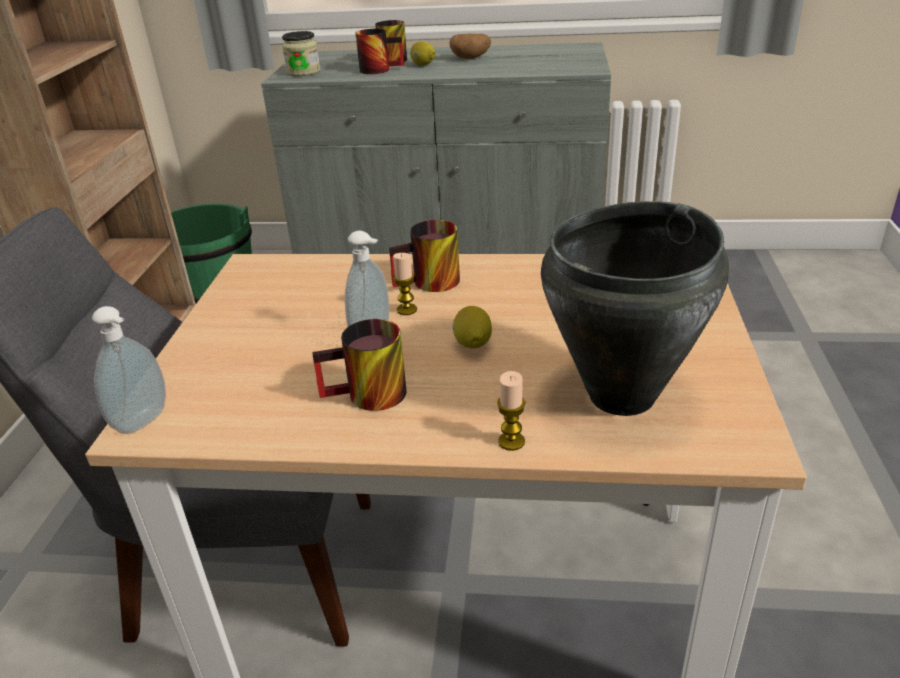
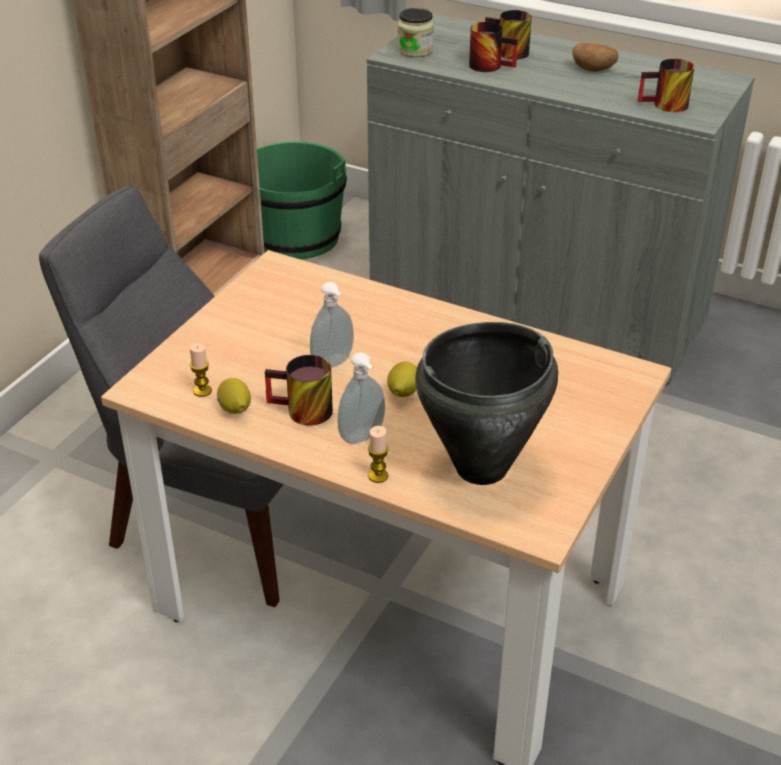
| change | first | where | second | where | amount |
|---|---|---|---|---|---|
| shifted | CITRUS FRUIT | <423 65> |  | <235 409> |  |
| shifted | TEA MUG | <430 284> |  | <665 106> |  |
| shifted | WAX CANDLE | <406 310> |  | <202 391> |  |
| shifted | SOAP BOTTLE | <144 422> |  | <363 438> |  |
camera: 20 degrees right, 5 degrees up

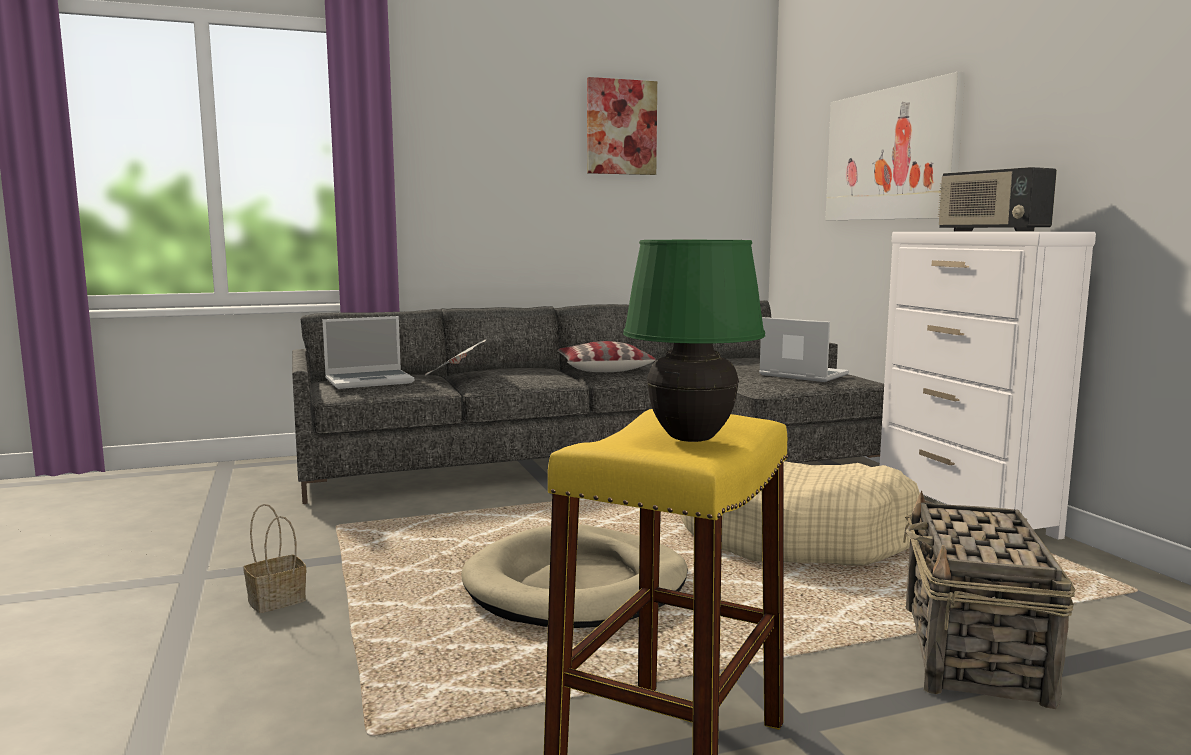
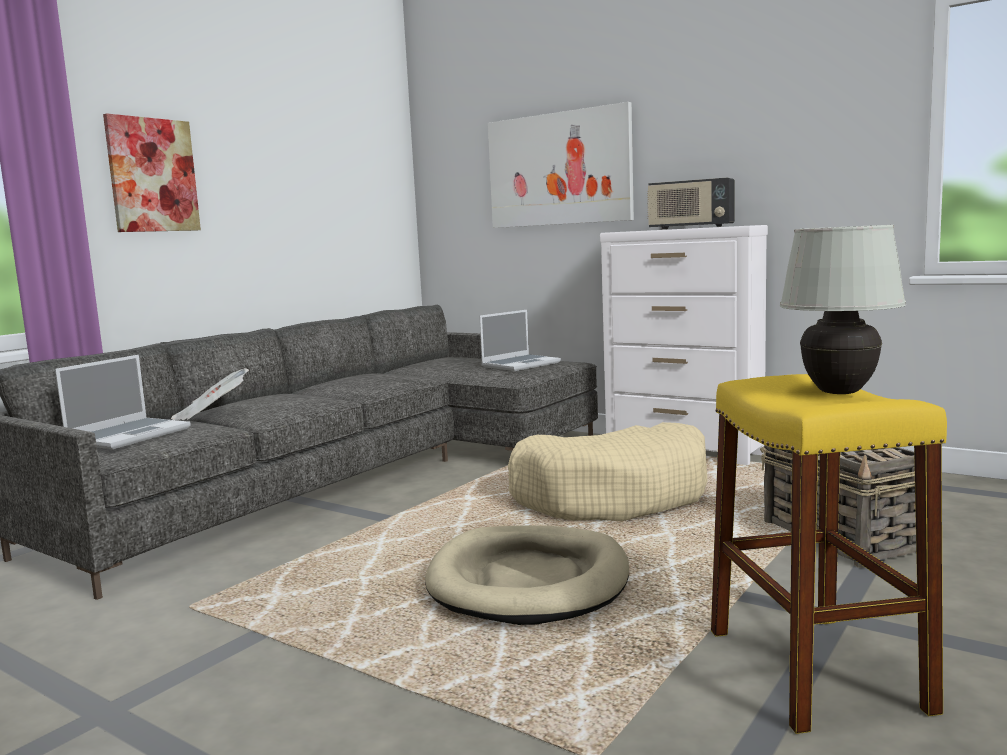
| change | first | where | second | where | amount |
|---|---|---|---|---|---|
| shifted | WALL PICTURE | <621 127> |  | <152 175> |  |
| repainted | GREEN TABLETOP LAMP | <692 439> | WHITISH TABLETOP LAMP | <839 393> |  |
| rotated | NOTEBOOK COMPUTER | <801 375> |  | <521 364> | 135 degrees clockwise |
| gone | THROW PILLOW | <603 369> |  |  |  |
| gone | HOUSEHOLD BASKET | <278 600> |  |  |  |
camera: 35 degrees left, 0 degrees up

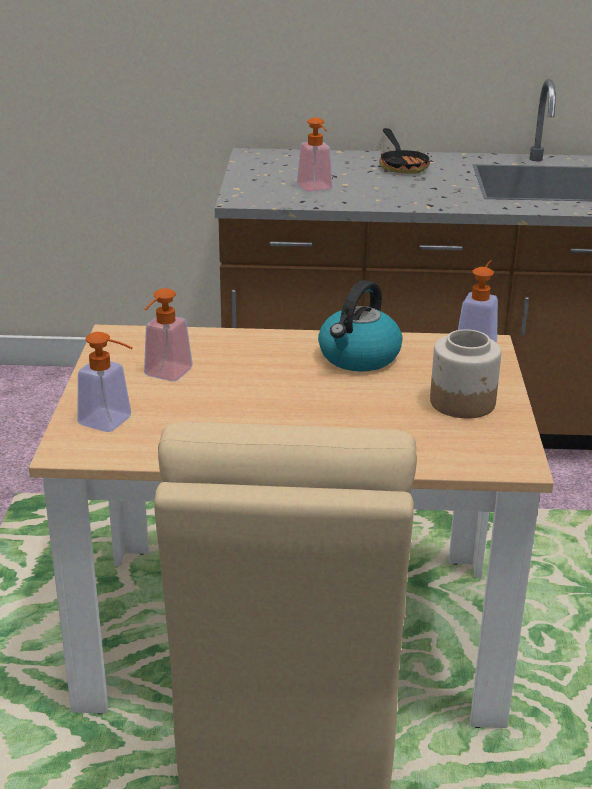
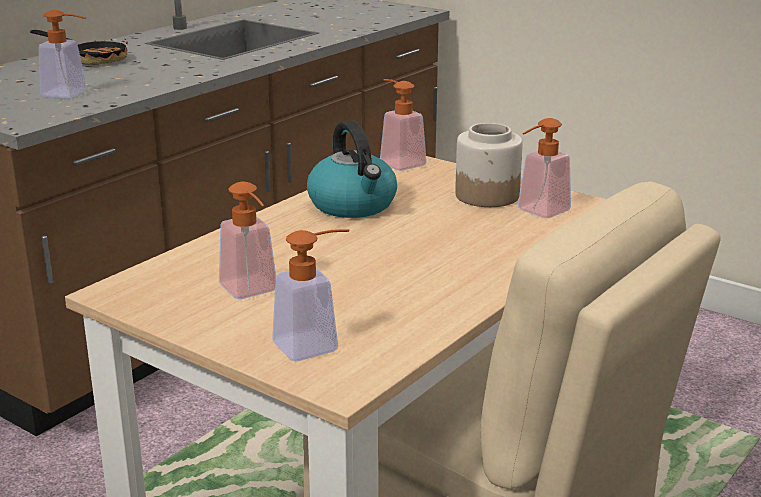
| change | first | where | second | where | amount |
|---|---|---|---|---|---|
| new |  |  | SOAP BOTTLE | <538 212> |  |
camera: 55 degrees left, 5 degrees down

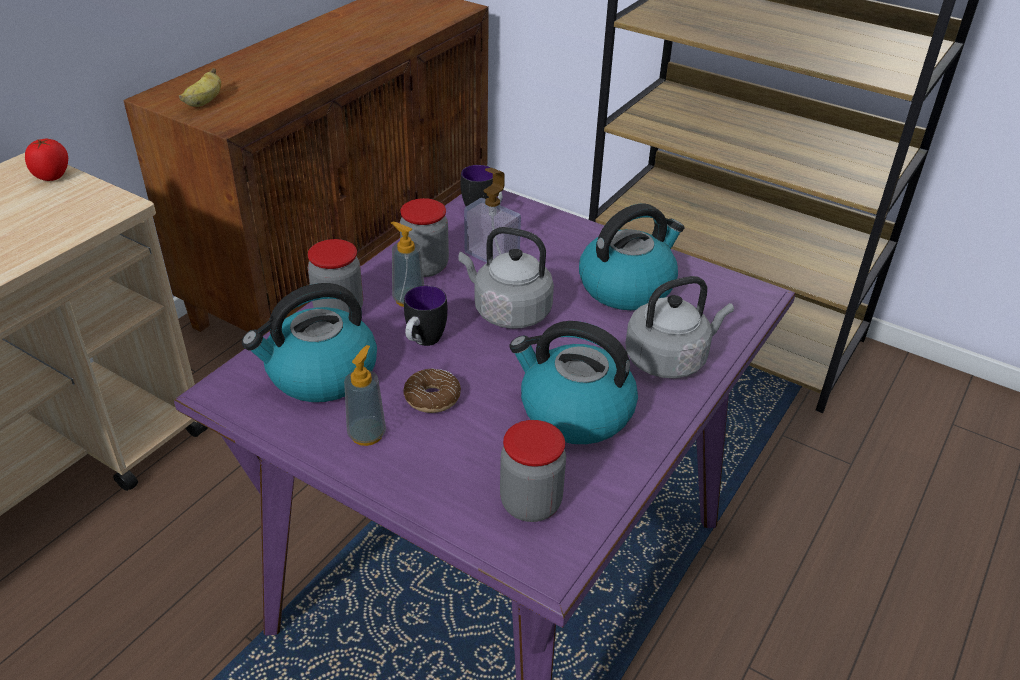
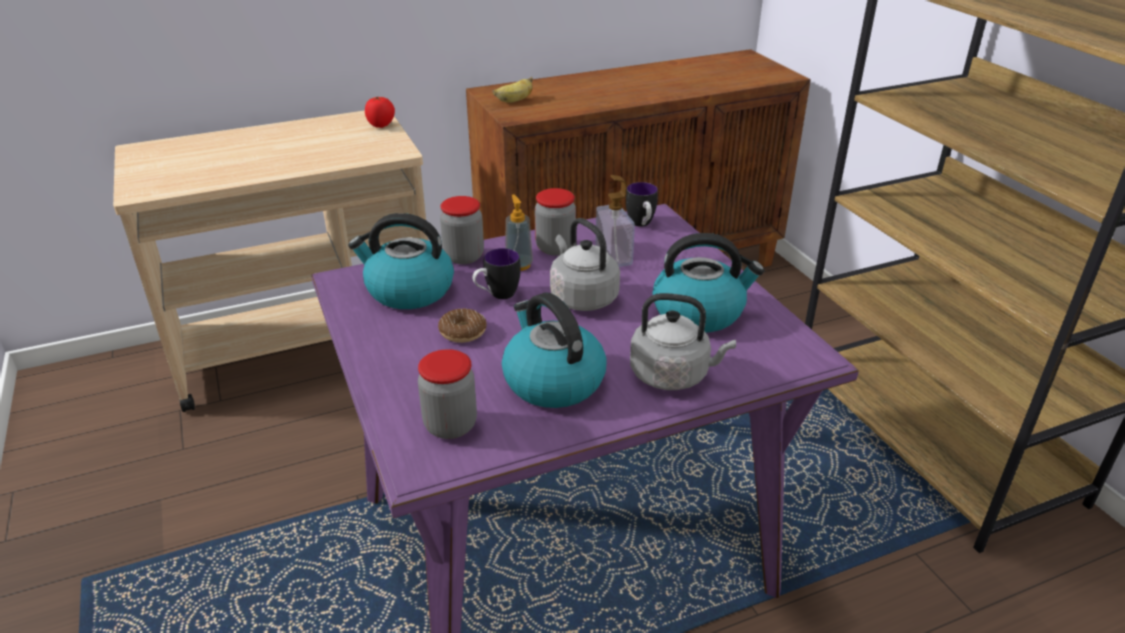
| change | first | where | second | where | amount |
|---|---|---|---|---|---|
| gone | SOAP BOTTLE | <367 434> |  |  |  |
camera: 35 degrees right, 5 degrees down

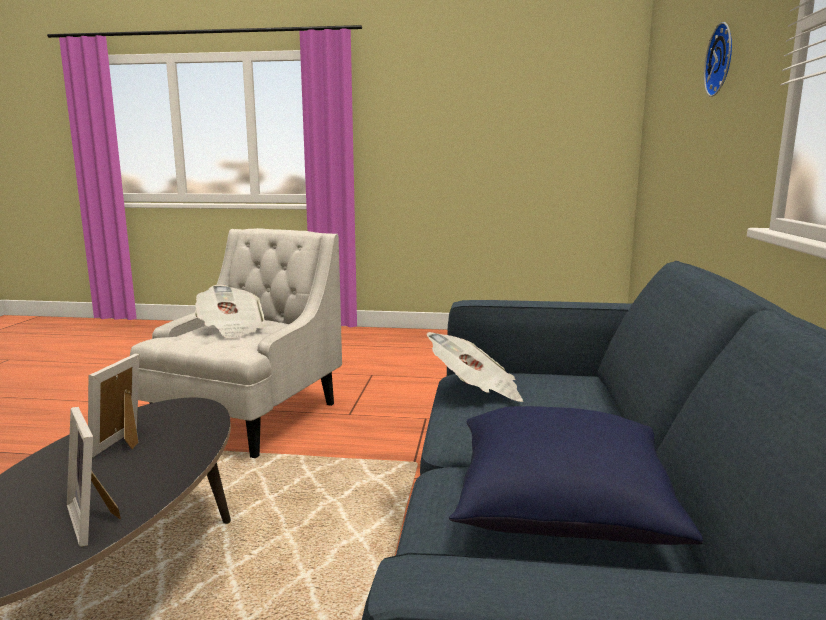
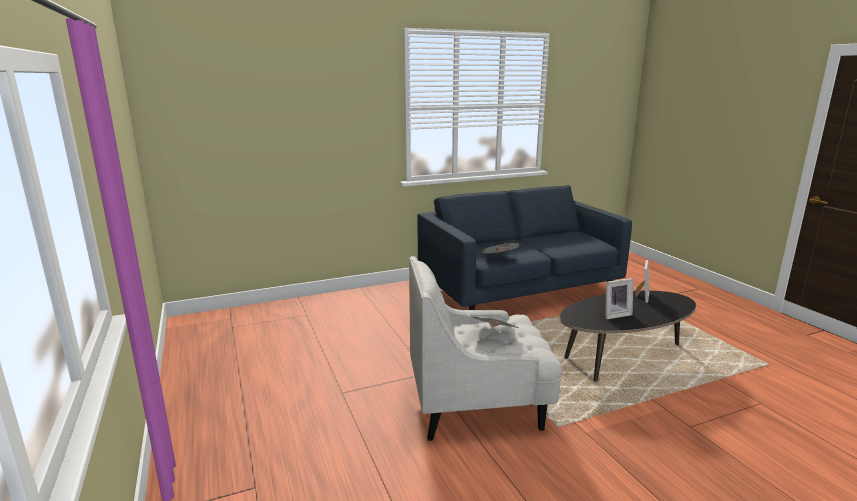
| change | first | where | second | where | amount |
|---|---|---|---|---|---|
| gone | HANGING CLOCK | <723 60> |  |  |  |
| gone | BLUE THROW PILLOW | <560 510> |  |  |  |
camera: 120 degrees left, 5 degrees up

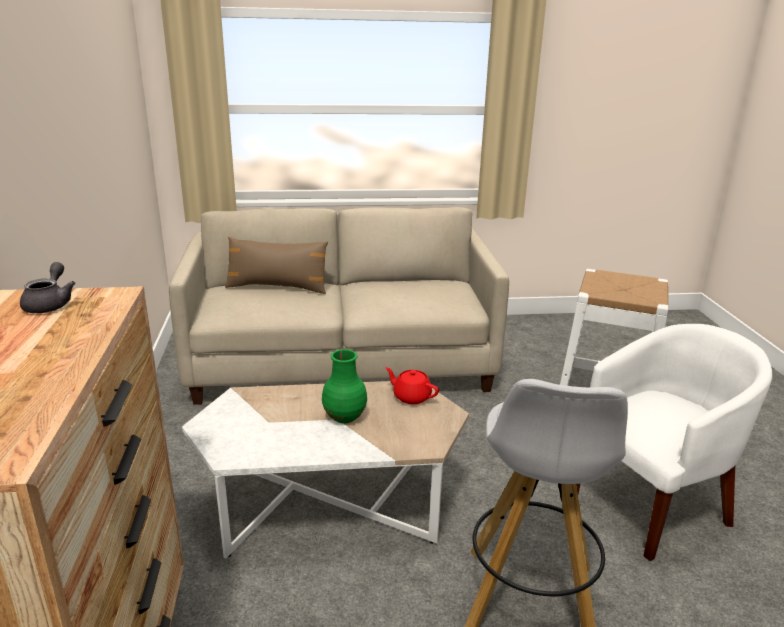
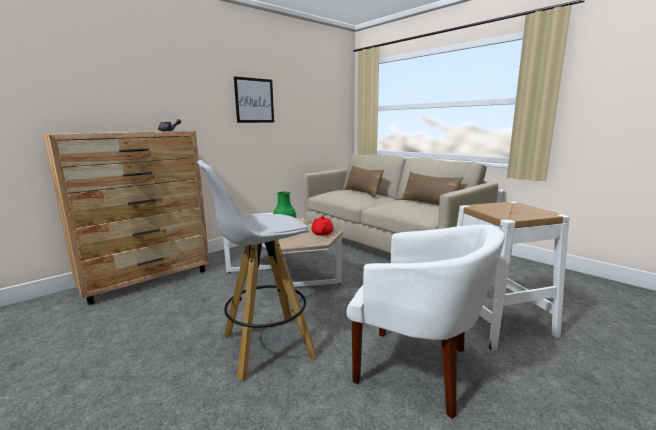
| change | first | where | second | where | amount |
|---|---|---|---|---|---|
| new |  |  | WALL PICTURE | <254 100> |  |
| new |  |  | BROWNISH THROW PILLOW | <429 204> |  |
camera: 55 degrees right, 10 degrees down

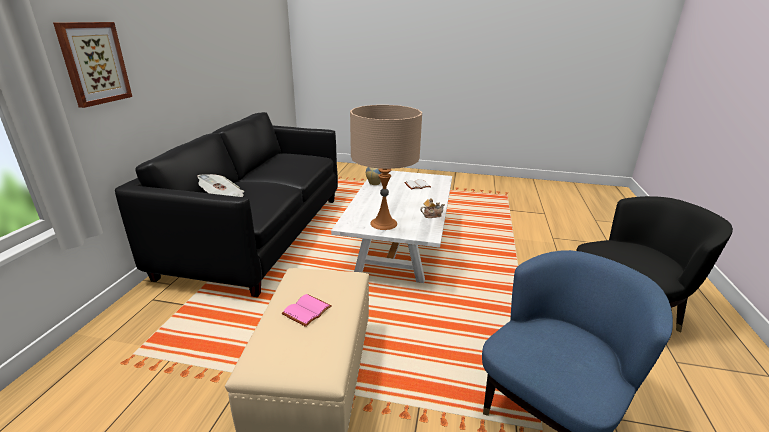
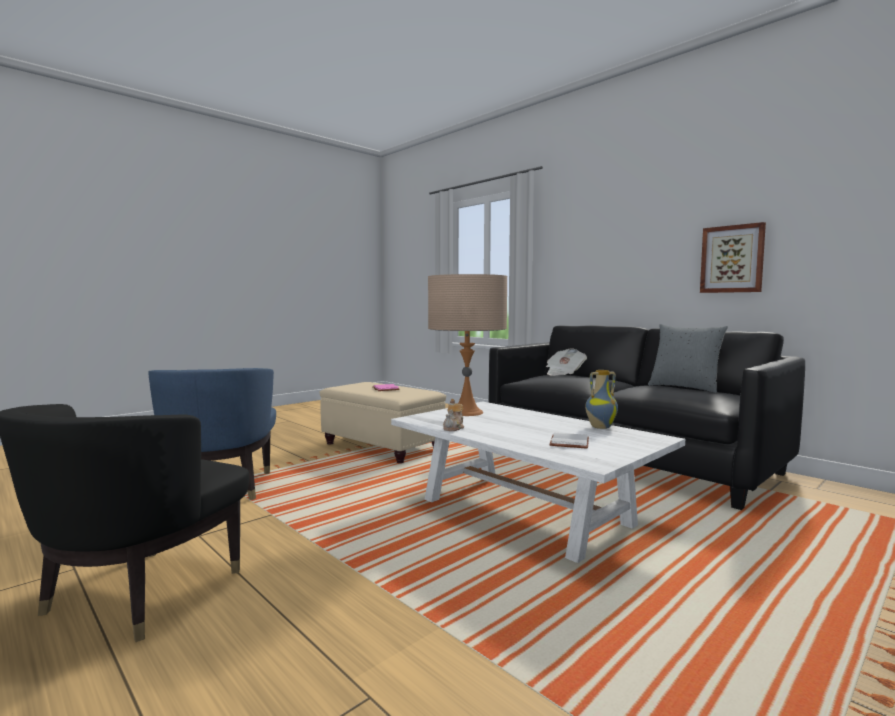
| change | first | where | second | where | amount |
|---|---|---|---|---|---|
| shifted | WALL PICTURE | <94 63> |  | <732 259> |  |
| new |  |  | GREYISH THROW PILLOW | <684 387> |  |
camera: 125 degrees right, 20 degrees down

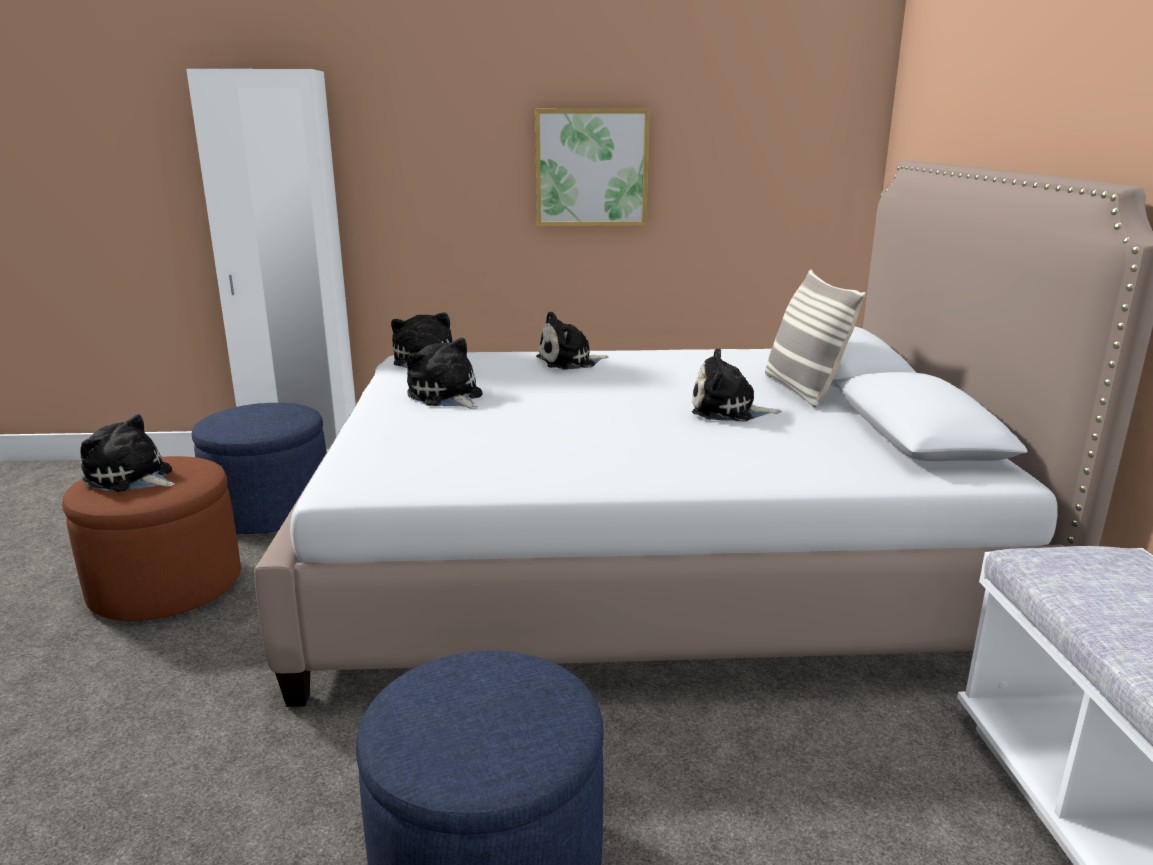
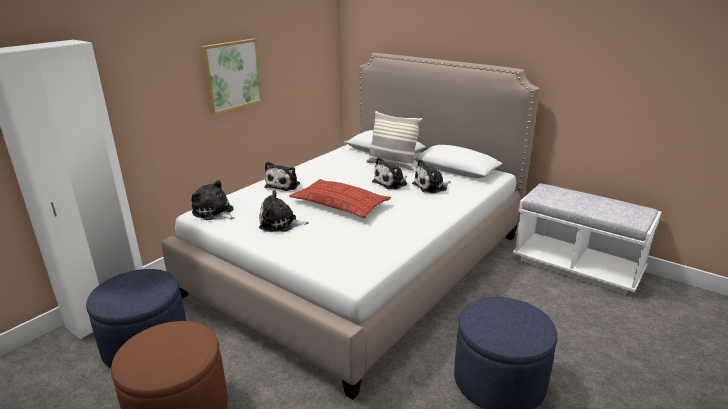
| change | first | where | second | where | amount |
|---|---|---|---|---|---|
| shifted | CUDDLY TOY | <131 478> |  | <431 187> |  |
| new |  |  | THROW PILLOW | <340 204> |  |
camera: 50 degrees left, 5 degrees up

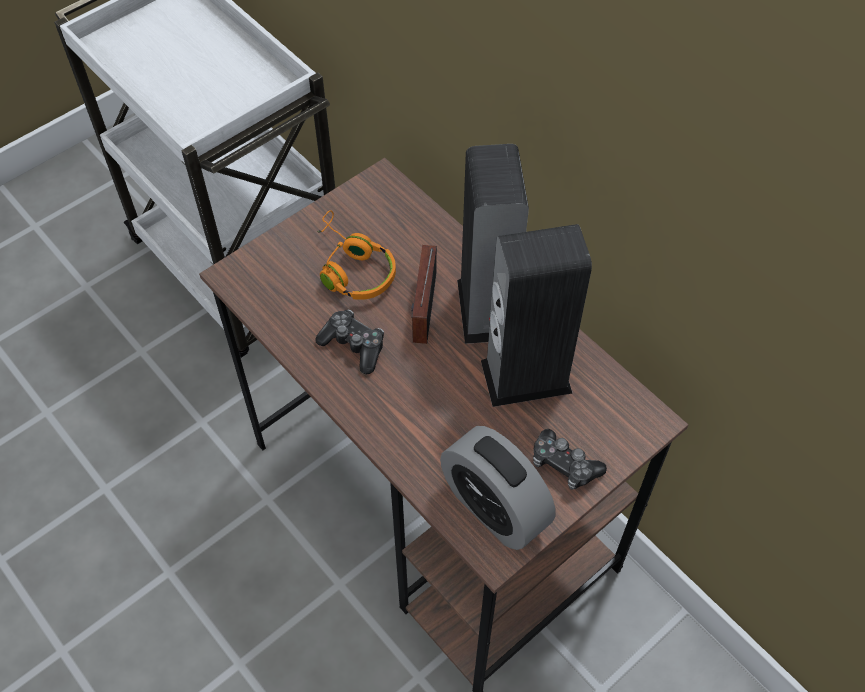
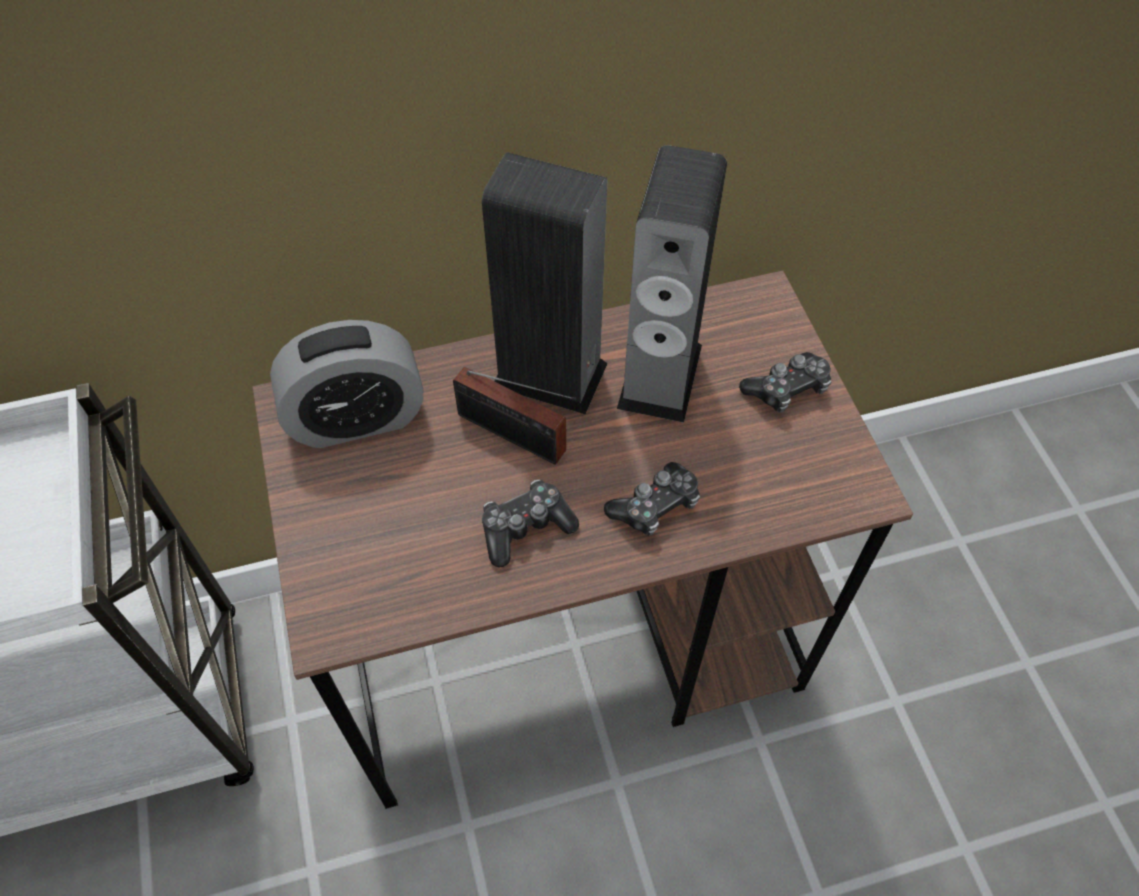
| change | first | where | second | where | amount |
|---|---|---|---|---|---|
| gone | ORANGE-COLOURED HEADPHONES | <351 268> |  |  |  |
| shifted | ALARM CLOCK | <494 507> |  | <357 419> |  |
| new |  |  | GAME CONTROLLER | <655 506> |  |
camera: 65 degrees left, 0 degrees up

